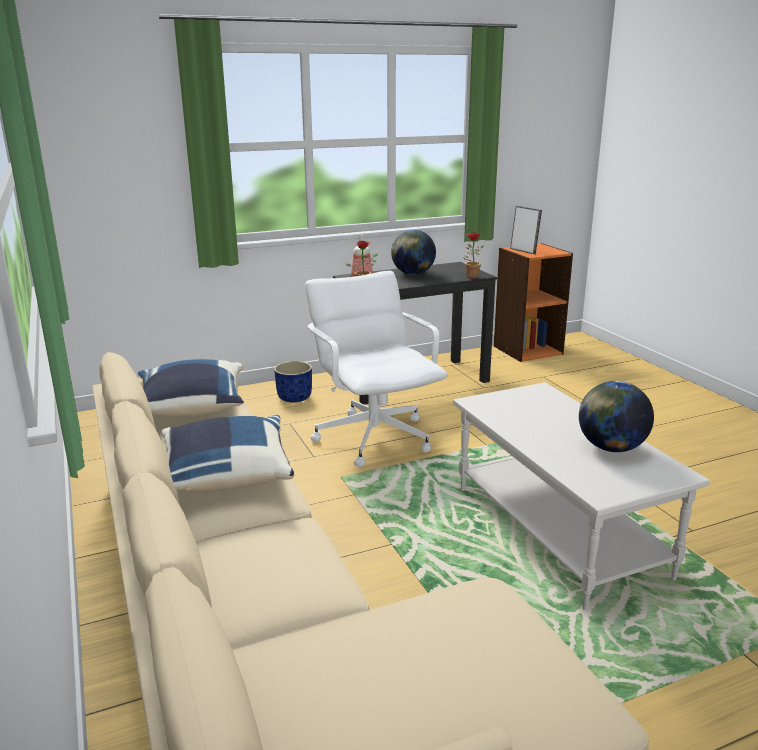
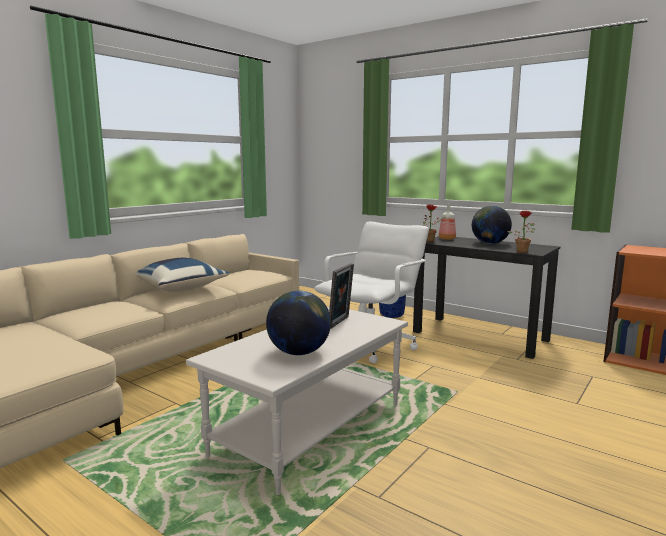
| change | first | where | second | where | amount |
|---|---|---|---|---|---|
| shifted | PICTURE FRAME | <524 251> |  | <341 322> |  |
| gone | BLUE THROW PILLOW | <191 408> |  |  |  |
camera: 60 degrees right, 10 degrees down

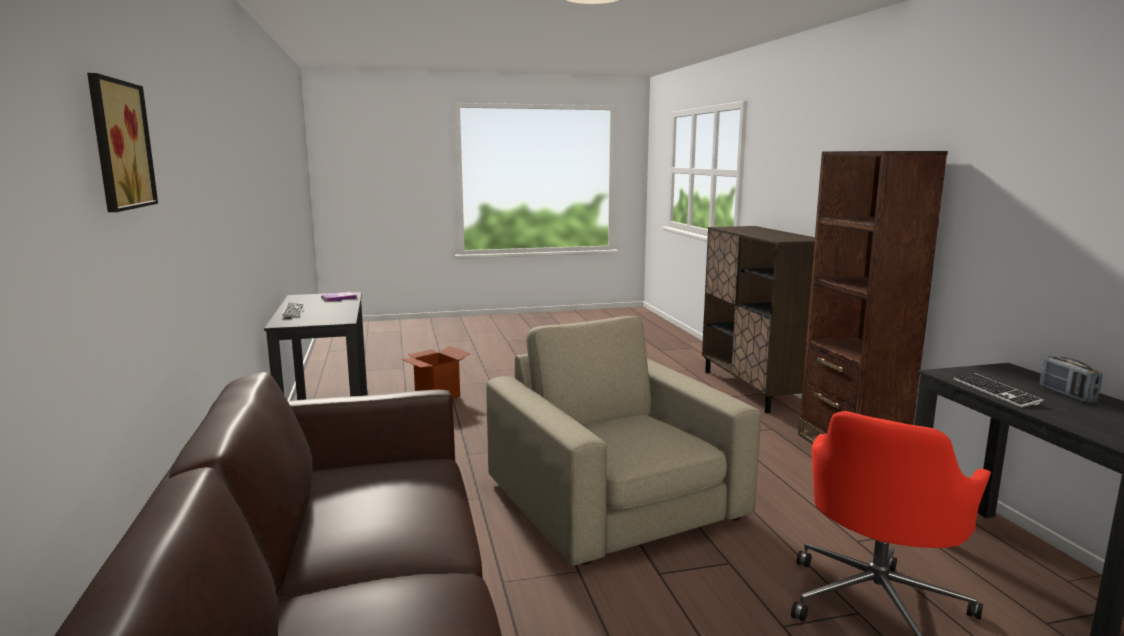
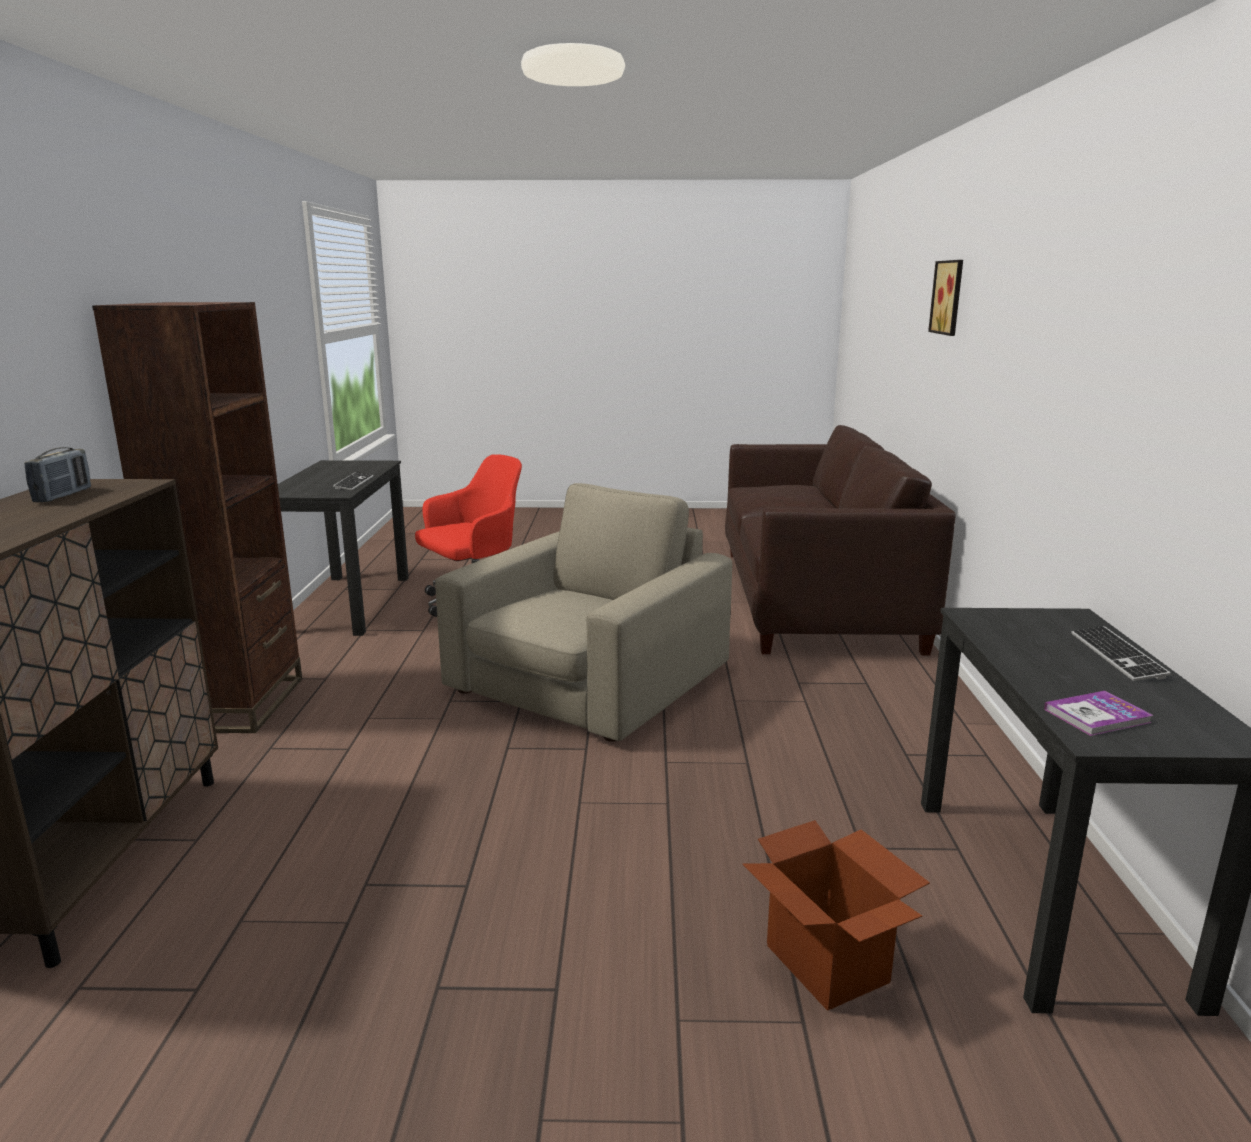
| change | first | where | second | where | amount |
|---|---|---|---|---|---|
| rotated | BEIGE-COLOURED ARMCHAIR | <616 500> |  | <589 681> | 135 degrees counterclockwise |
| shifted | RADIO RECEIVER | <1066 394> |  | <63 495> |  |
camera: 165 degrees left, 5 degrees up

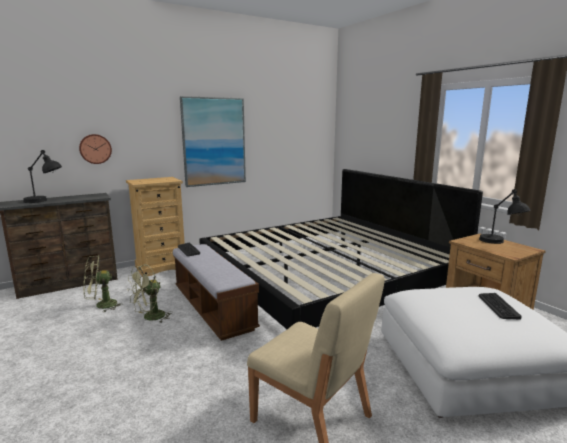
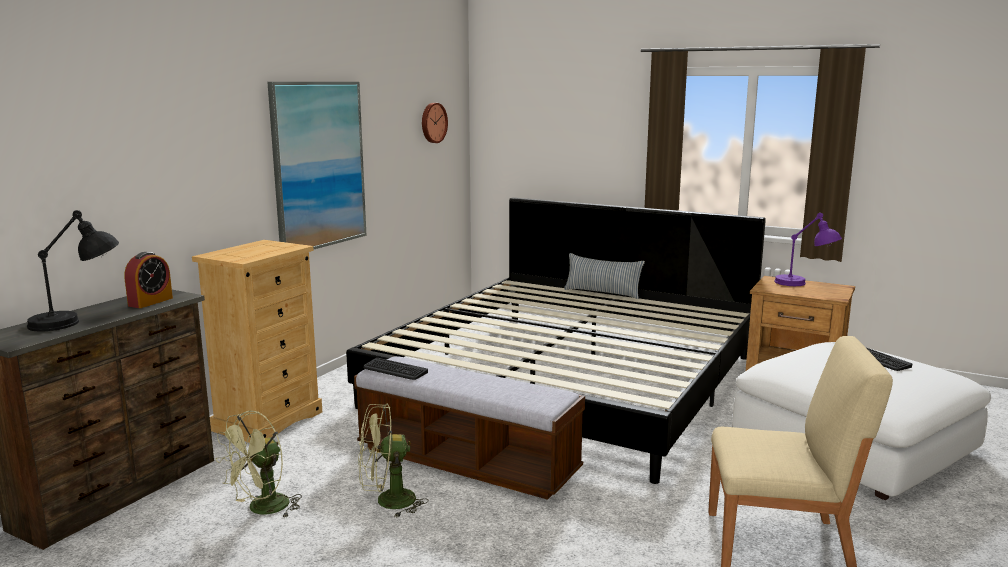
| change | first | where | second | where | amount |
|---|---|---|---|---|---|
| shifted | HANGING CLOCK | <95 149> |  | <433 122> |  |
| repainted | BLACK-COLOURED TABLETOP LAMP | <500 243> | PURPLE-COLOURED TABLETOP LAMP | <804 284> |  |
| rotated | GREEN FAN | <150 318> |  | <387 502> | 60 degrees clockwise |
| new |  |  | ALARM CLOCK | <150 302> |  |
| new |  |  | THROW PILLOW | <602 293> |  |
camera: 30 degrees left, 0 degrees up

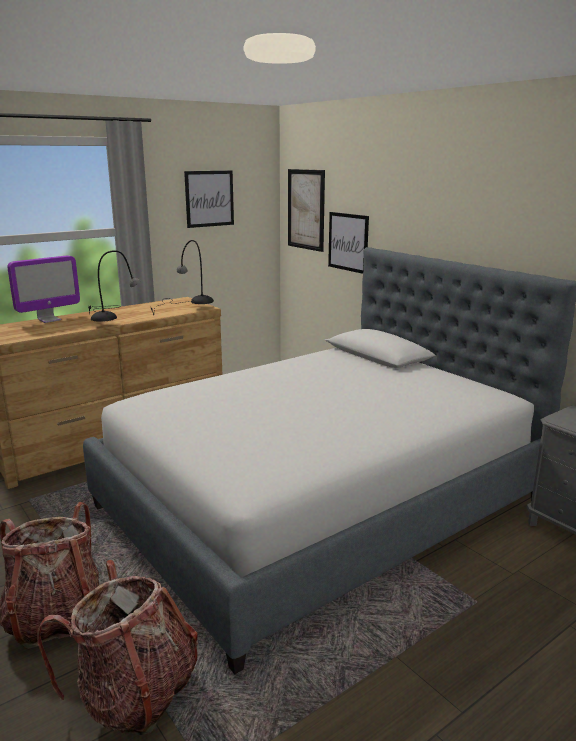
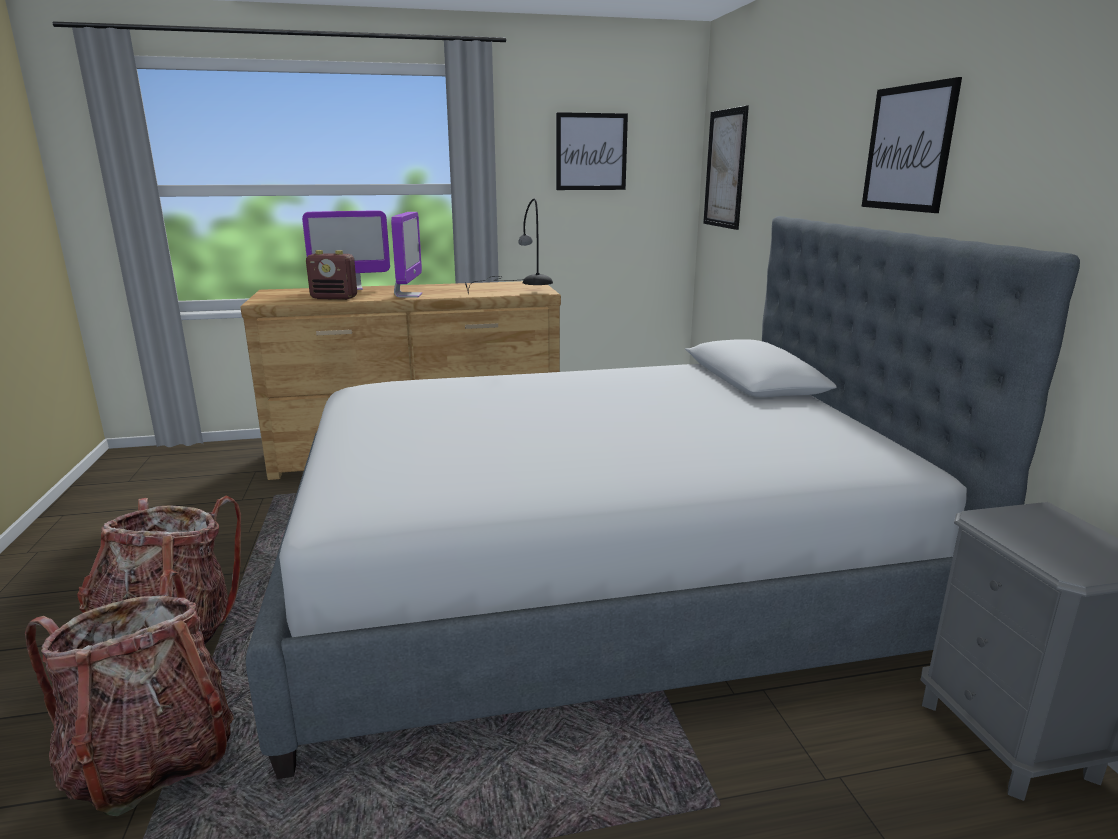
| change | first | where | second | where | amount |
|---|---|---|---|---|---|
| shifted | WALL PICTURE | <348 242> |  | <908 148> |  |
| swapped | BLACK-COLOURED TABLETOP LAMP | <109 322> | COMPUTER DISPLAY | <408 295> |  |
| new |  |  | RADIO RECEIVER | <334 298> |  |
camera: 25 degrees right, 0 degrees up

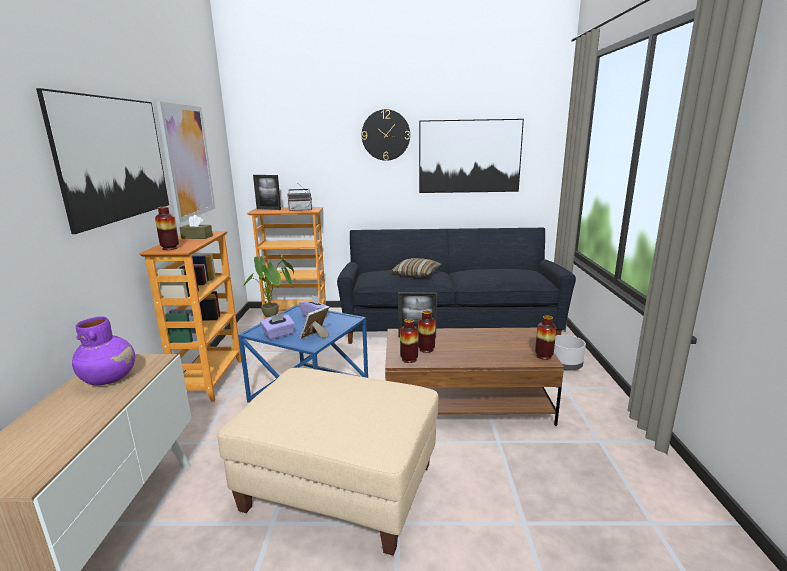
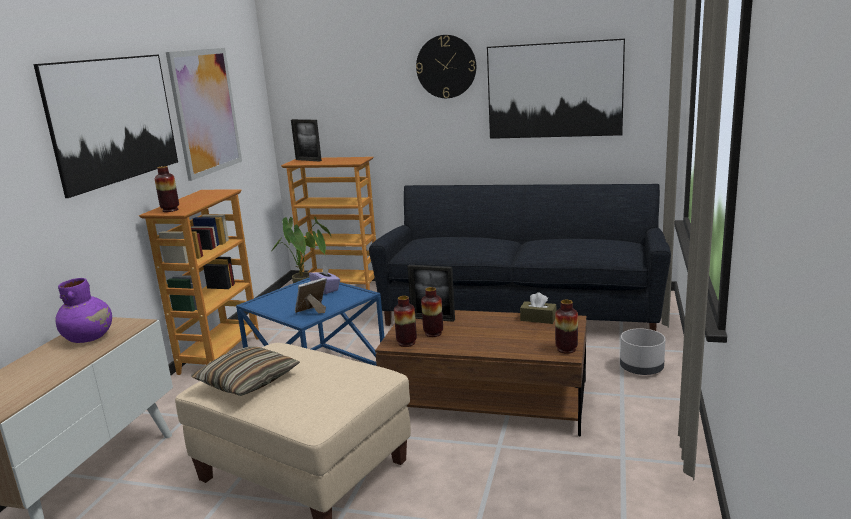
| change | first | where | second | where | amount |
|---|---|---|---|---|---|
| gone | RADIO RECEIVER | <301 210> |  |  |  |
| shifted | BROWNISH TISSUE HOLDER | <197 237> |  | <538 319> |  |
| shifted | THROW PILLOW | <416 274> |  | <247 381> |  |
| gone | PURPLE-COLOURED TISSUE HOLDER | <279 334> |  |  |  |
camera: 15 degrees right, 0 degrees up

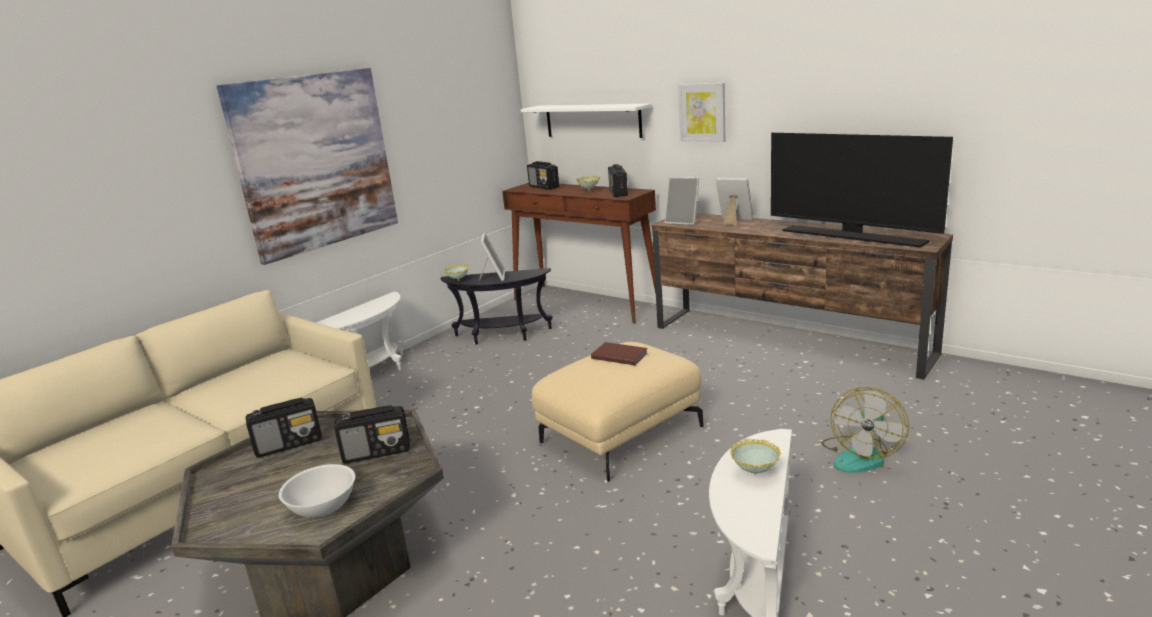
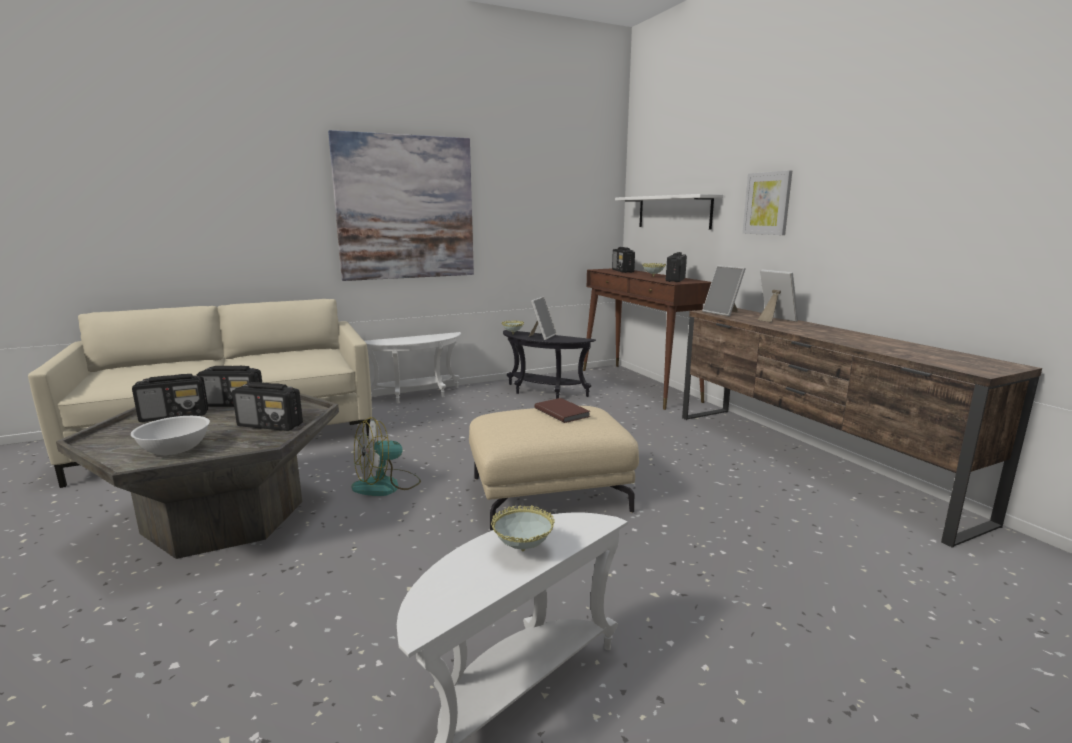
| change | first | where | second | where | amount |
|---|---|---|---|---|---|
| gone | TV | <853 236> |  |  |  |
| shifted | FAN | <861 455> |  | <387 485> |  |
| new |  |  | RADIO RECEIVER | <175 416> |  |
camera: 25 degrees right, 5 degrees down

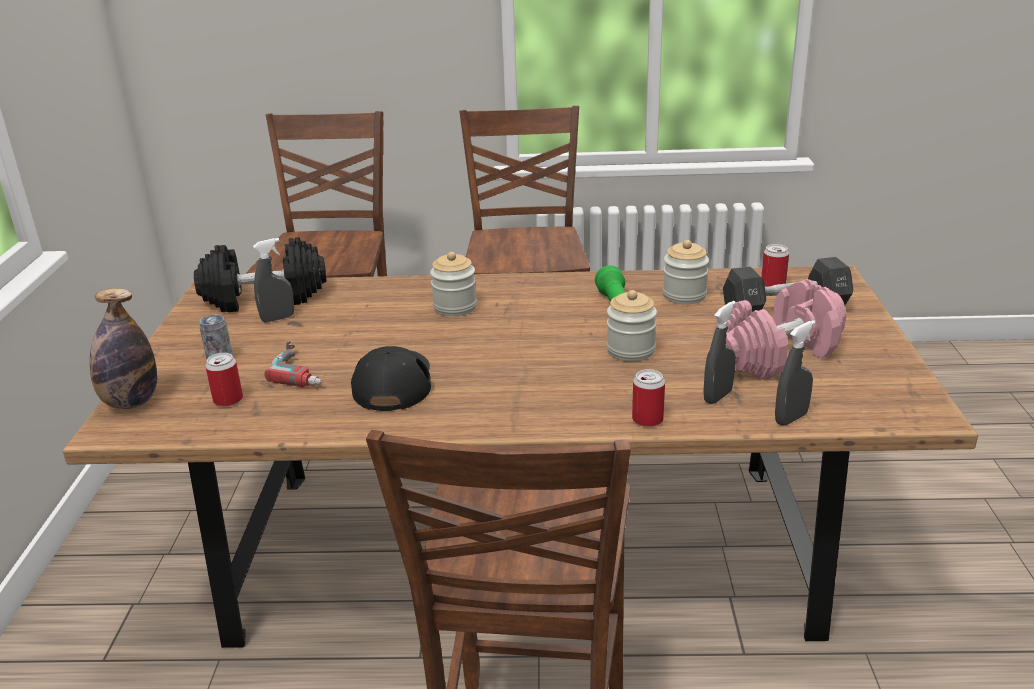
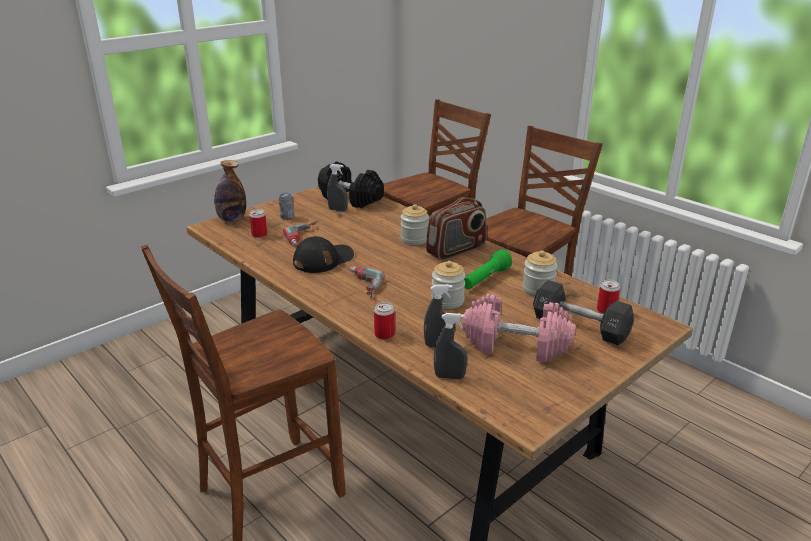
| change | first | where | second | where | amount |
|---|---|---|---|---|---|
| new |  |  | RADIO RECEIVER | <456 250> |  |
| new |  |  | ELECTRIC DRILL | <360 286> |  |
camera: 45 degrees right, 0 degrees up

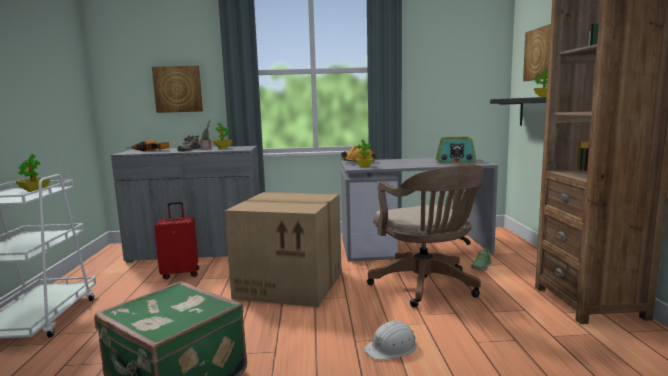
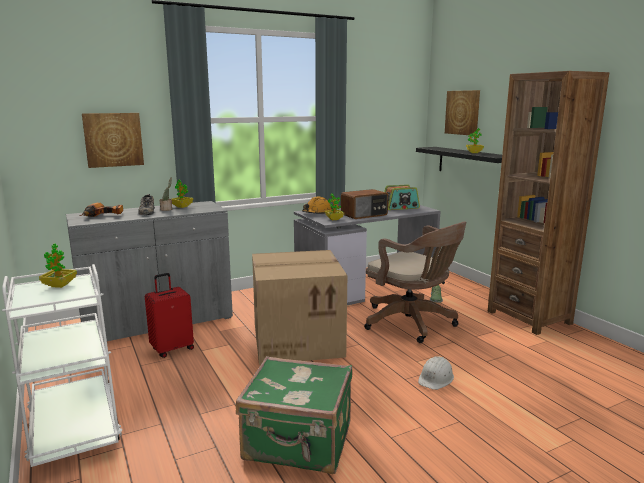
| change | first | where | second | where | amount |
|---|---|---|---|---|---|
| new |  |  | RADIO RECEIVER | <364 215> |  |
camera: 25 degrees left, 5 degrees up

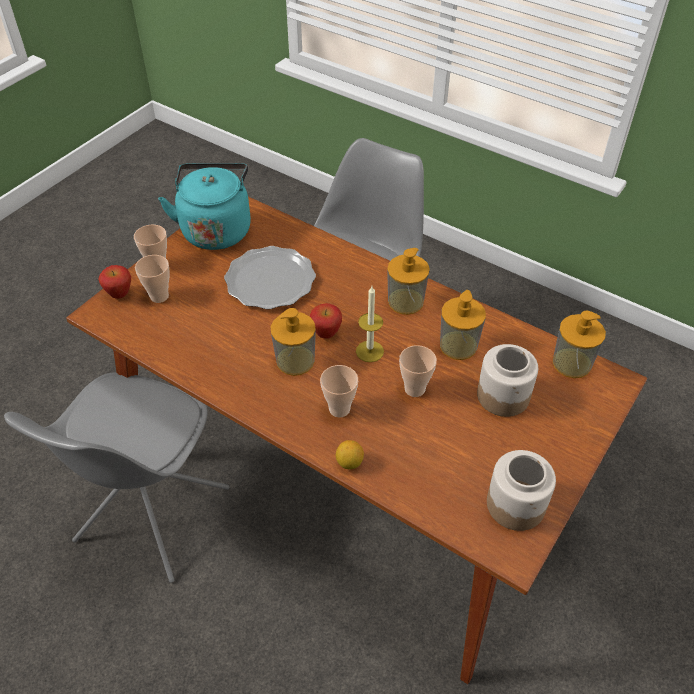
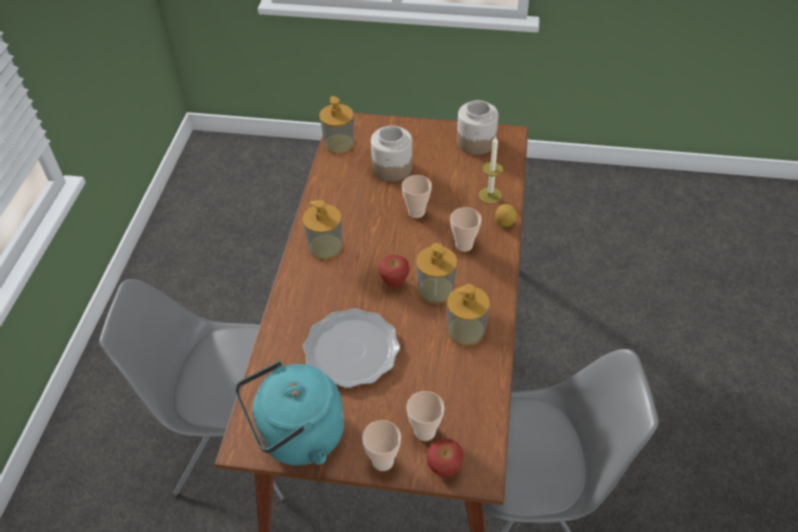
| change | first | where | second | where | amount |
|---|---|---|---|---|---|
| shifted | WAX CANDLE | <369 351> |  | <490 195> |  |
| shifted | SOAP BOTTLE | <458 345> |  | <466 331> |  |
camera: 115 degrees left, 0 degrees up

